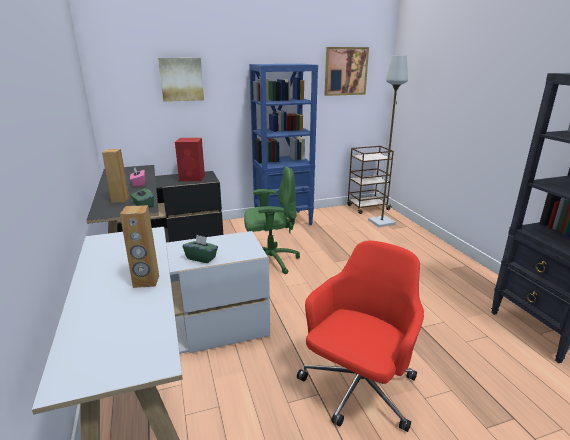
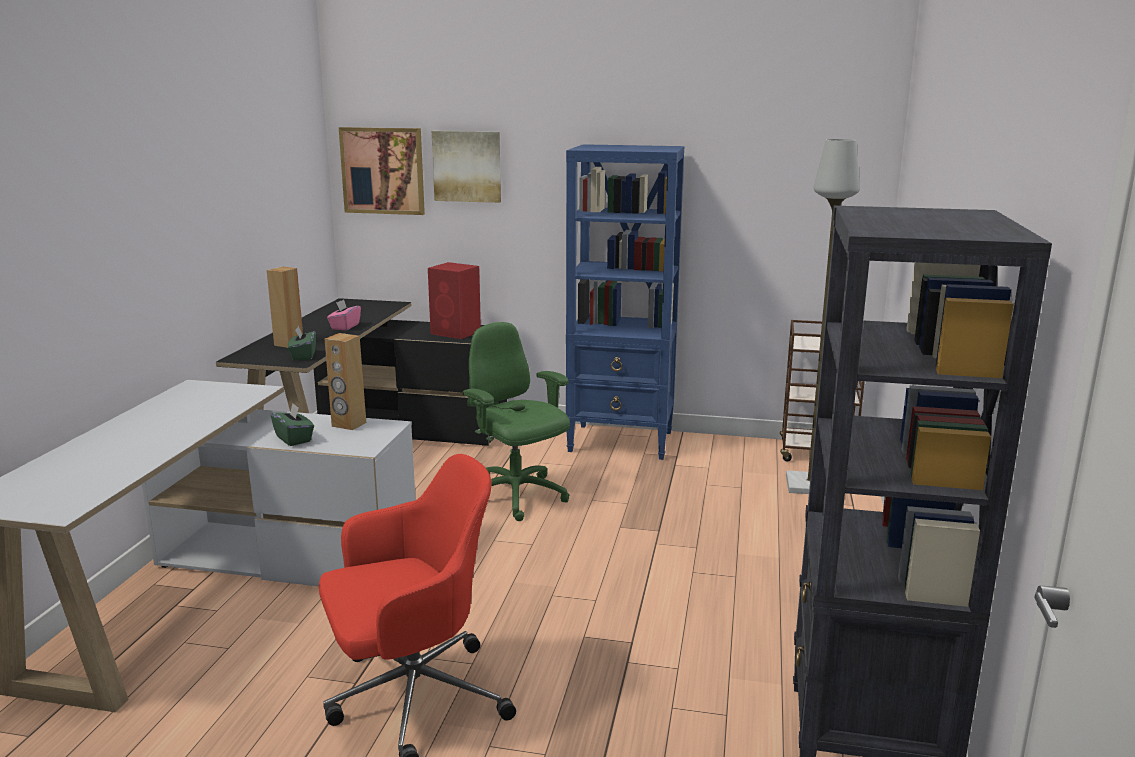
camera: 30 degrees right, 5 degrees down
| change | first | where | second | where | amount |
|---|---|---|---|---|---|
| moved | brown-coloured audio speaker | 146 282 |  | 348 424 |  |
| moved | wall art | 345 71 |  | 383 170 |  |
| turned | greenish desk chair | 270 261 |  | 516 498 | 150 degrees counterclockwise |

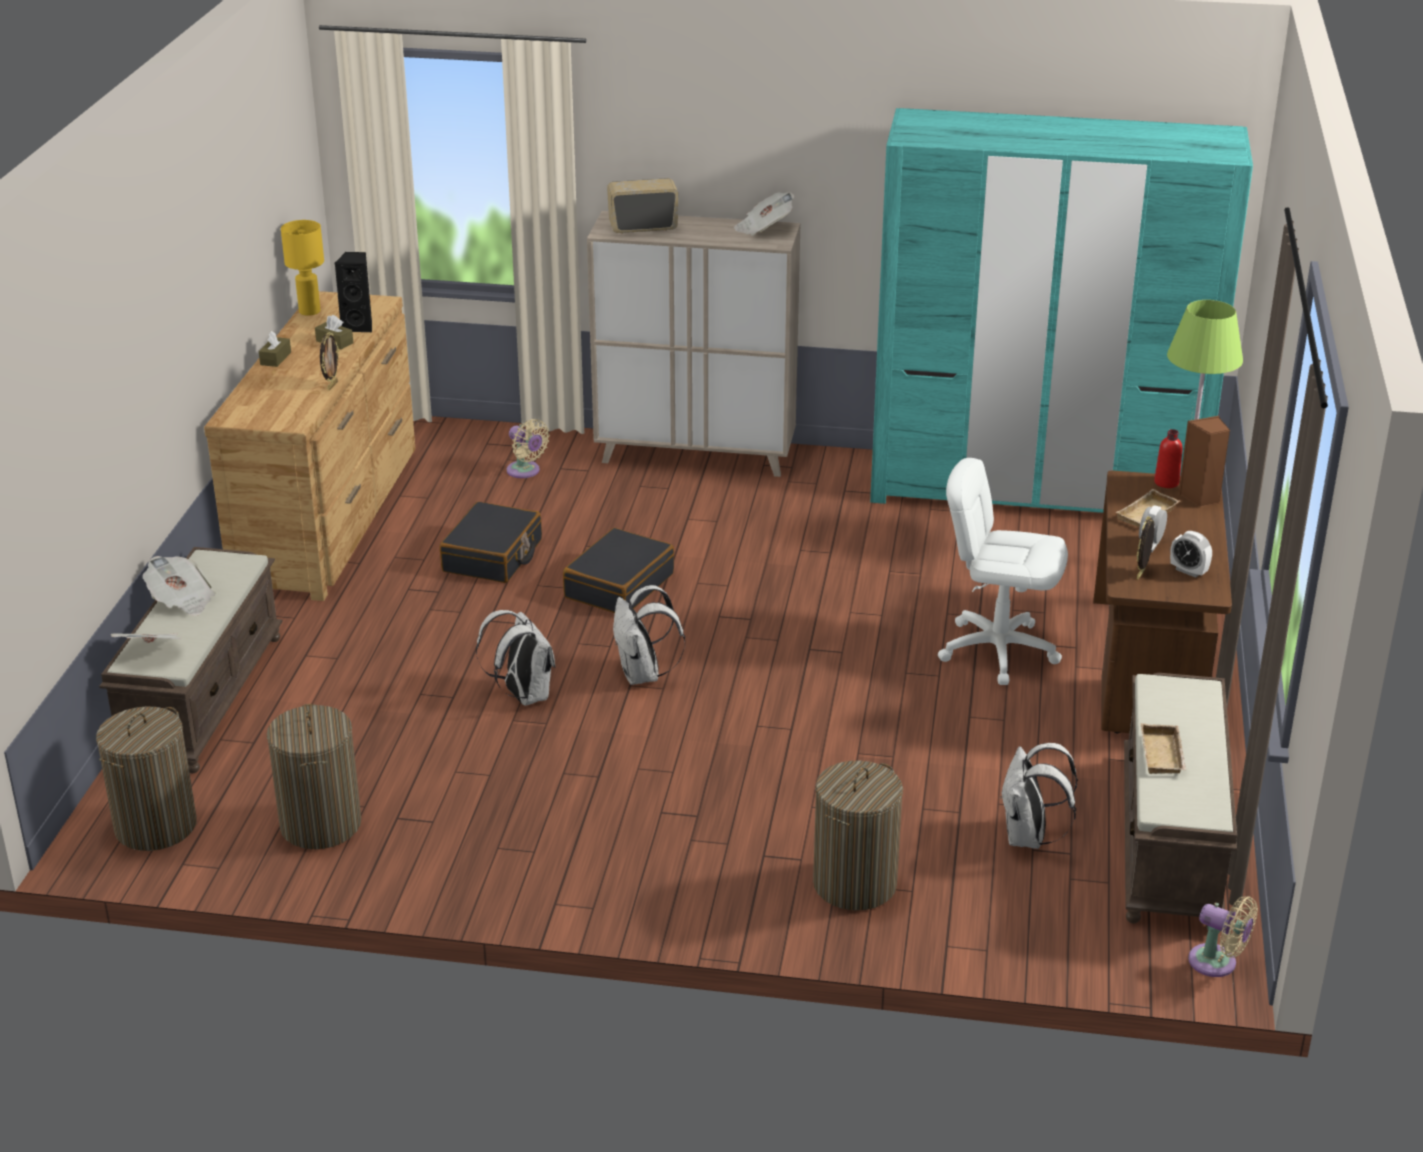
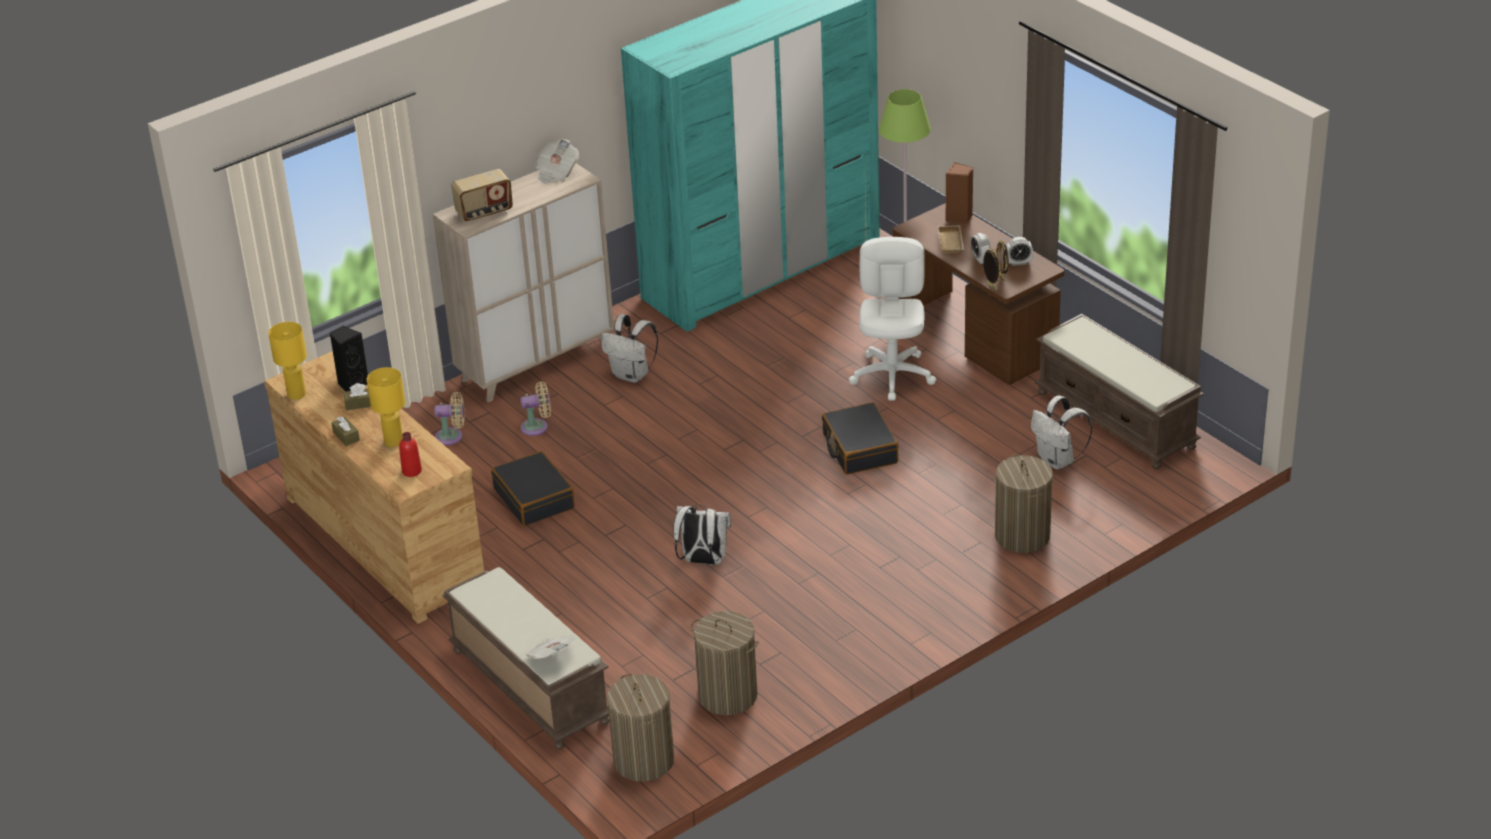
camera: 45 degrees left, 5 degrees up
| change | first | where | second | where | amount |
|---|---|---|---|---|---|
| added |  |  | yellow lamp for a table | 393 441 |  |
| moved | reddish drink bottle | 1166 482 |  | 412 471 |  |
| turned | radio | 643 228 |  | 484 212 | 150 degrees counterclockwise |
| moved | beige electric fan | 1217 963 |  | 537 427 |  |
| moved | whitish backpack | 643 675 |  | 632 375 |  |
| moved | black-coloured piece of luggage | 618 585 |  | 859 449 |  |
| turned | whitish desk chair | 998 650 |  | 893 375 | 120 degrees clockwise |
| moved | picture frame | 332 386 |  | 991 286 |  |
| removed | daily paper | 182 601 |  |  |  |
| removed | beige serving tray | 1164 755 |  |  |  |

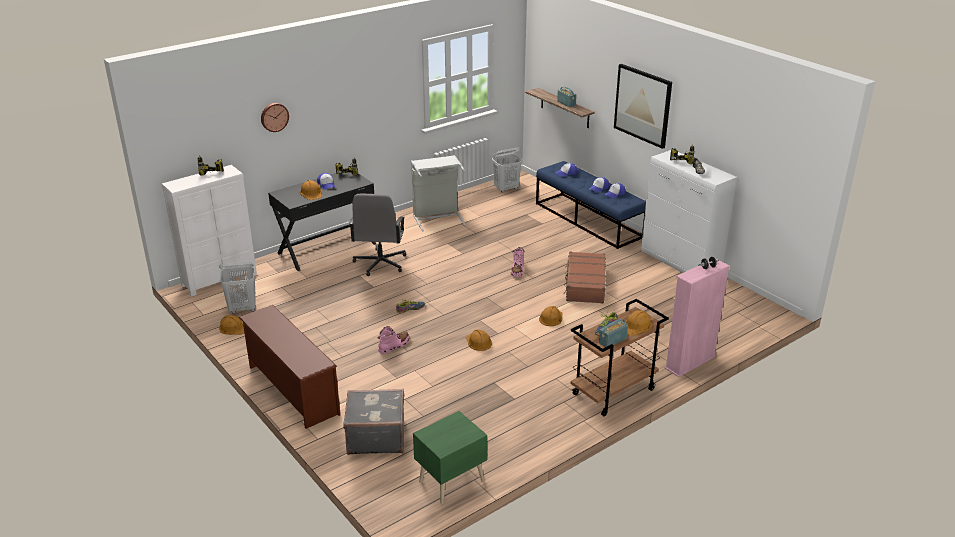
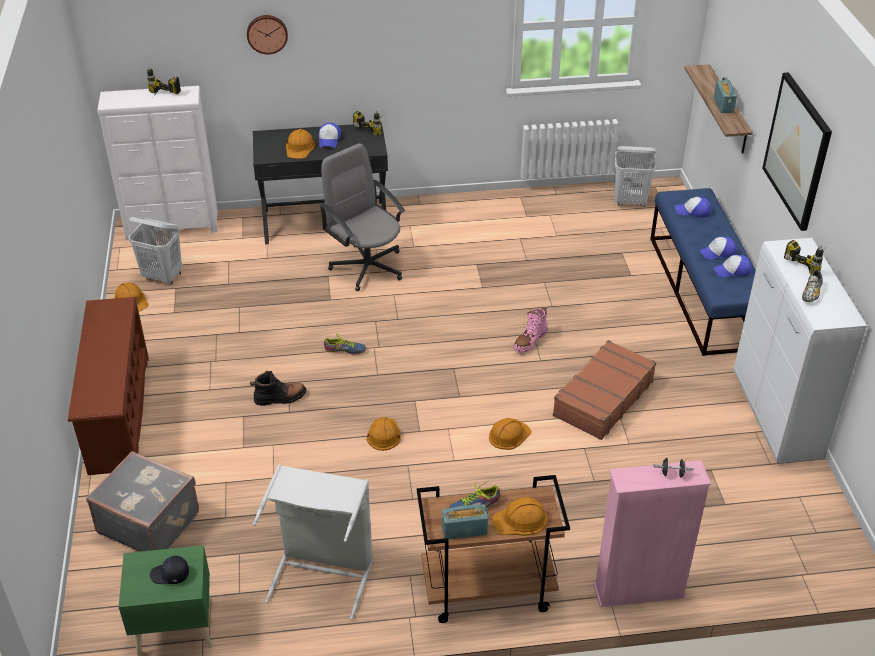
camera: 30 degrees right, 10 degrees up
| change | first | where | second | where | amount |
|---|---|---|---|---|---|
| added |  |  | black-coloured baseball cap | 170 575 |  |
| recoloured | pinkish boot | 394 346 | black-coloured boot | 280 398 |  |
| moved | greyish washing basket | 437 218 |  | 323 572 |  |
| turned | greyish desk chair | 380 263 |  | 367 266 | 105 degrees clockwise |

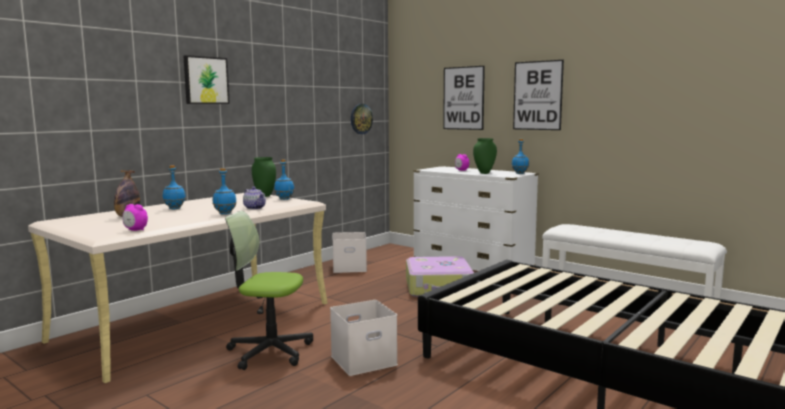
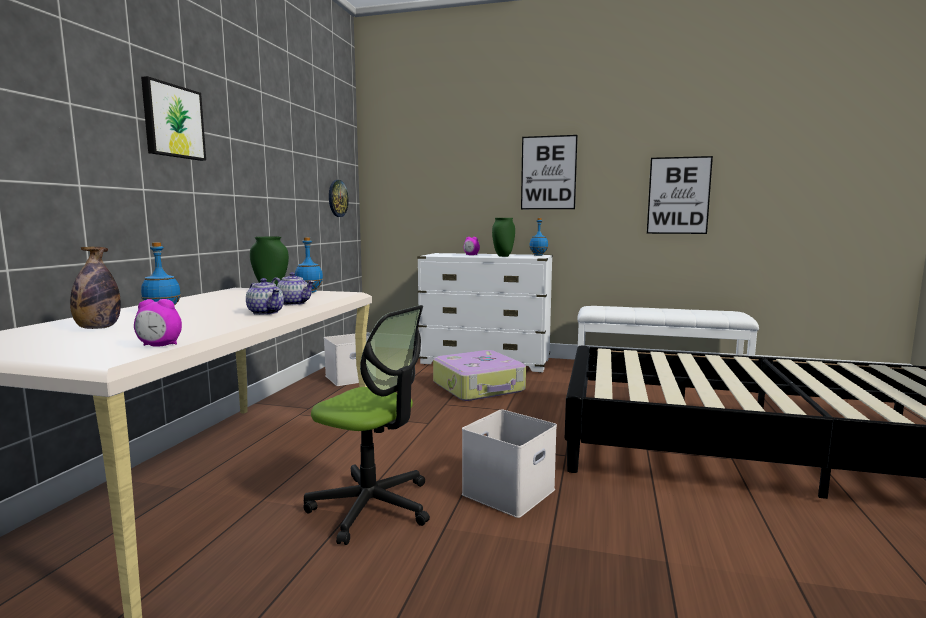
camera: 25 degrees left, 0 degrees up
| change | first | where | second | where | amount |
|---|---|---|---|---|---|
| replaced | bluish drink bottle | 225 213 | teapot | 266 312 |  |
| turned | desk chair | 269 351 |  | 372 507 | 135 degrees counterclockwise |
| moved | wall art | 463 98 |  | 678 195 |  |

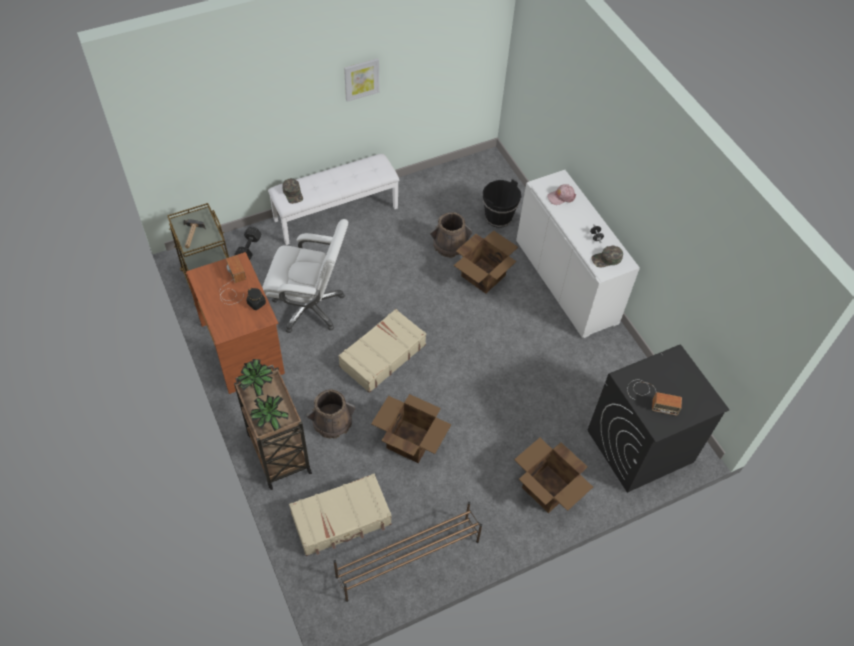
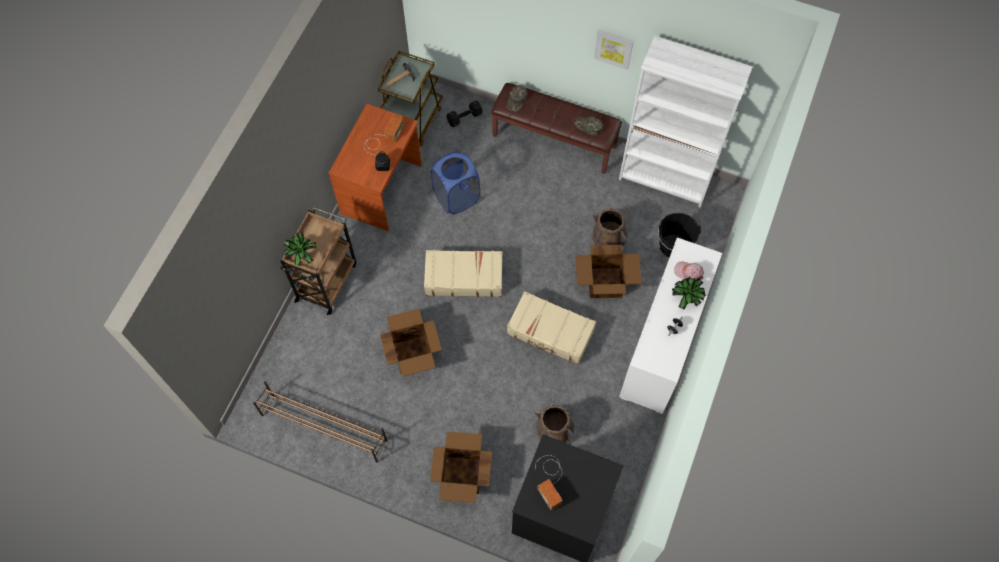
camera: 50 degrees right, 10 degrees up
| change | first | where | second | where | amount |
|---|---|---|---|---|---|
| replaced | whitish desk chair | 310 307 | bluish washing basket | 456 197 |  |
| recoloured | whitish indoor bench | 336 213 | brown-coloured indoor bench | 555 140 |  |
| moved | beige piece of luggage | 341 519 |  | 550 332 |  |
| moved | brown-coloured pail | 332 422 |  | 554 429 |  |
| moved | greenish baseball cap | 606 259 |  | 588 126 |  |
| added |  |  | whitish shelving unit | 665 179 |  |
| moved | plant in a pot | 258 388 |  | 686 300 |  |

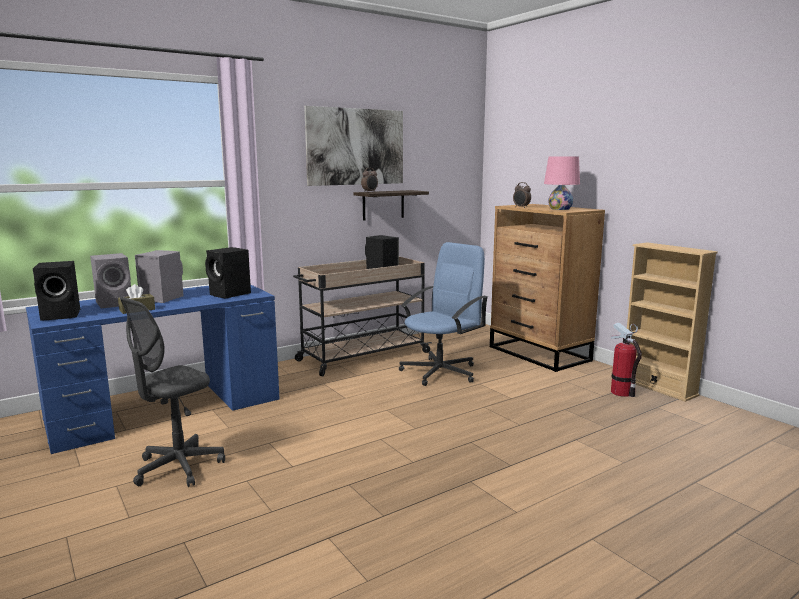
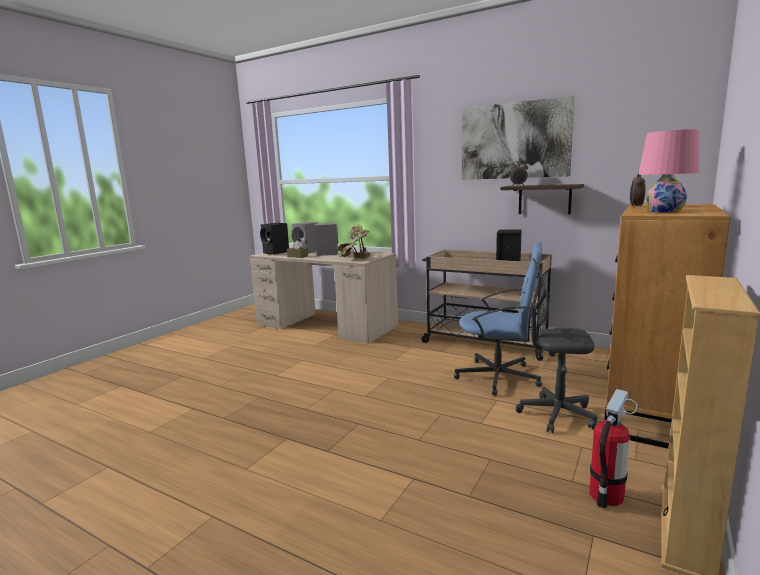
camera: 65 degrees right, 0 degrees up
| change | first | where | second | where | amount |
|---|---|---|---|---|---|
| recoloured | bluish desk | 166 408 | beige desk | 326 325 |  |
| replaced | black-coloured audio speaker | 230 294 | plant in a pot | 354 258 |  |
| moved | greyish desk chair | 178 467 |  | 556 415 |  |

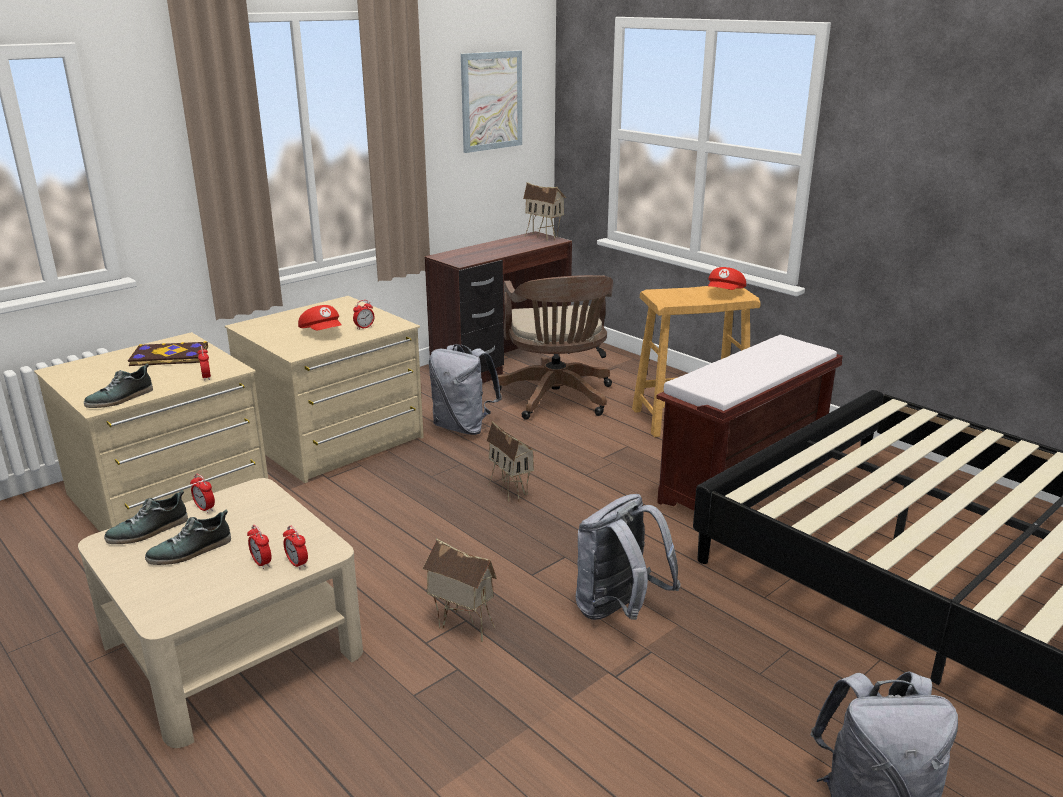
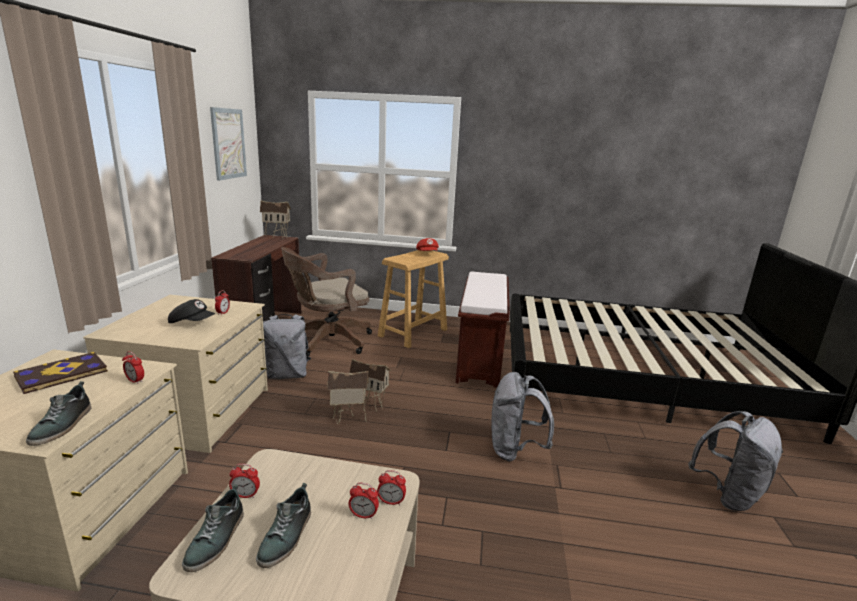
camera: 40 degrees left, 5 degrees down
| change | first | where | second | where | amount |
|---|---|---|---|---|---|
| recoloured | reddish baseball cap | 322 332 | black-coloured baseball cap | 192 323 |  |
| turned | brown-coloured desk chair | 557 399 |  | 327 341 | 105 degrees clockwise |
| moved | model house | 462 627 |  | 348 420 |  |

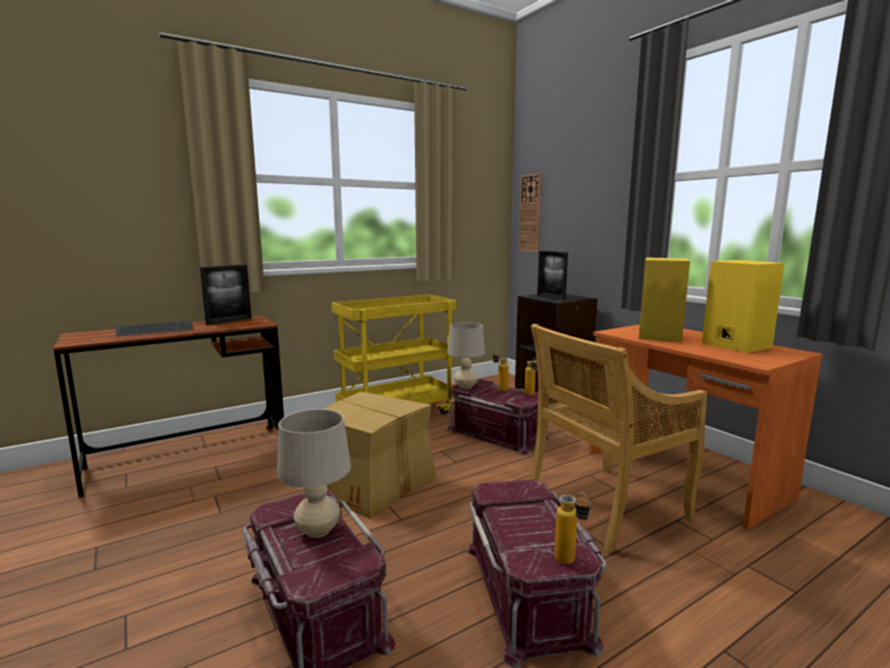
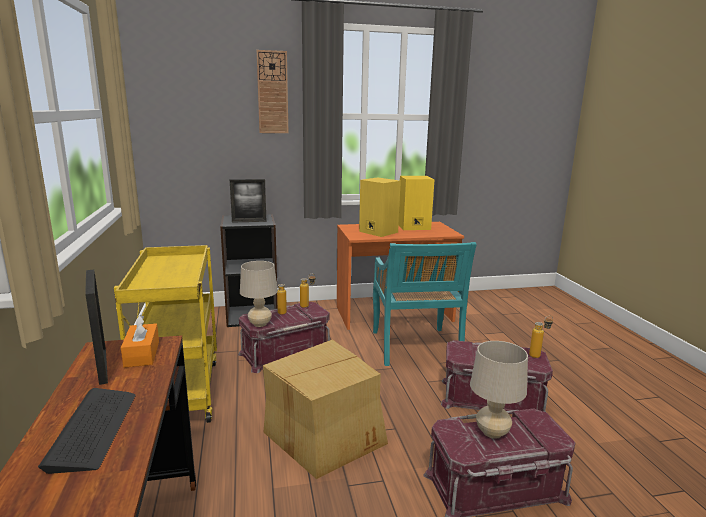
camera: 70 degrees left, 5 degrees up
| change | first | where | second | where | amount |
|---|---|---|---|---|---|
| added |  |  | orangey tissue holder | 142 354 |  |
| moved | hanging clock | 530 213 |  | 272 92 |  |
| recoloured | beige upright chair | 604 505 | turquoise-coloured upright chair | 415 347 |  |

